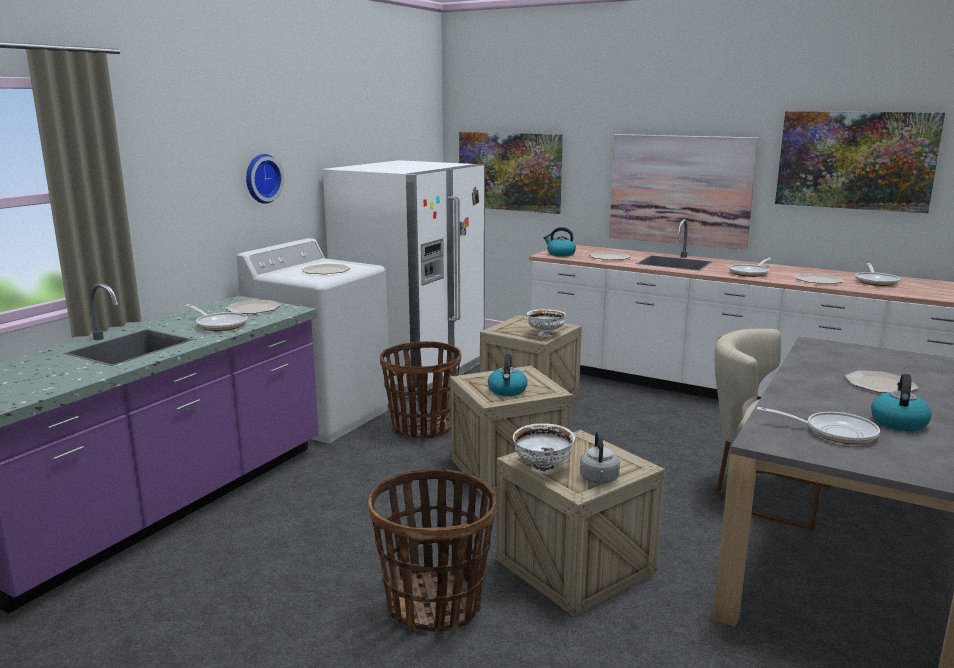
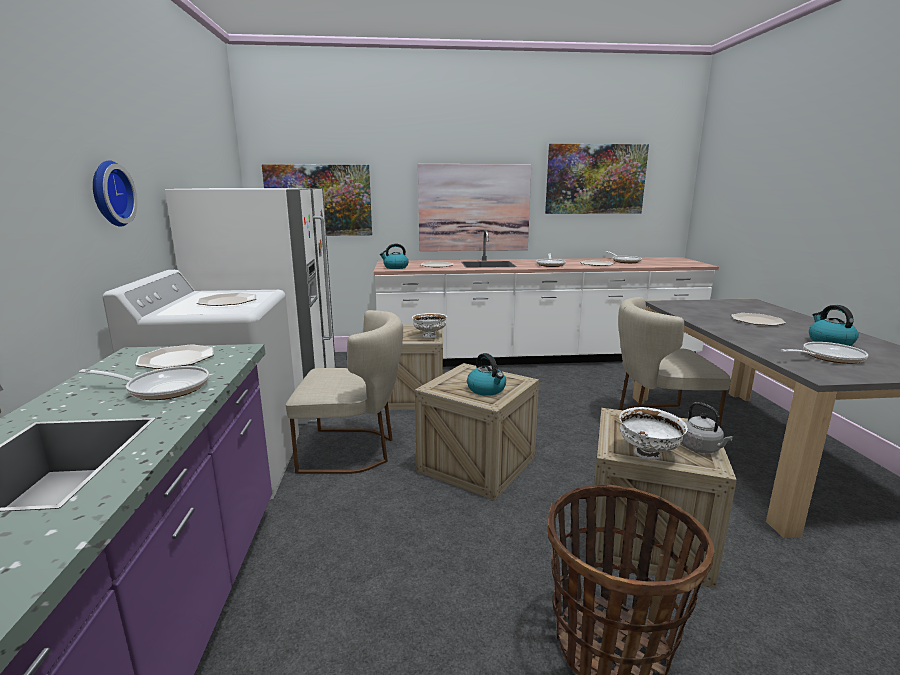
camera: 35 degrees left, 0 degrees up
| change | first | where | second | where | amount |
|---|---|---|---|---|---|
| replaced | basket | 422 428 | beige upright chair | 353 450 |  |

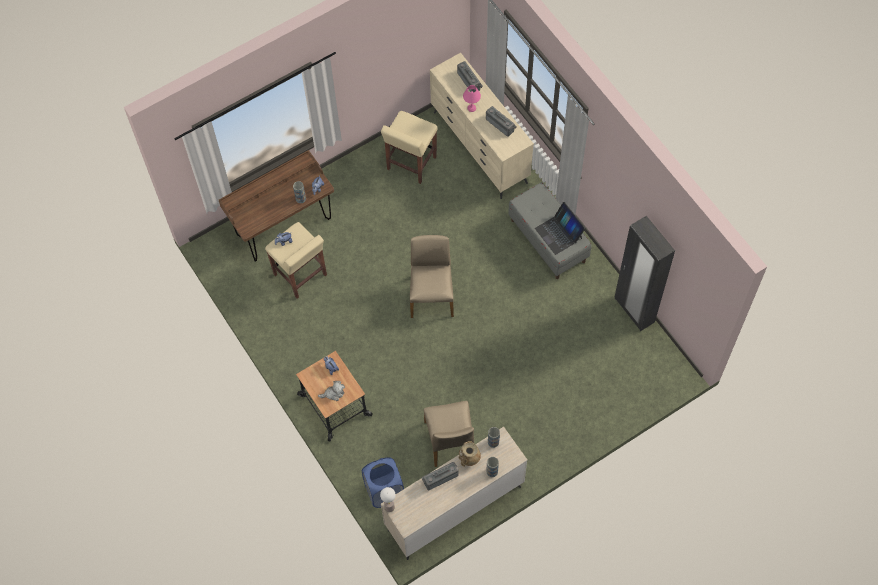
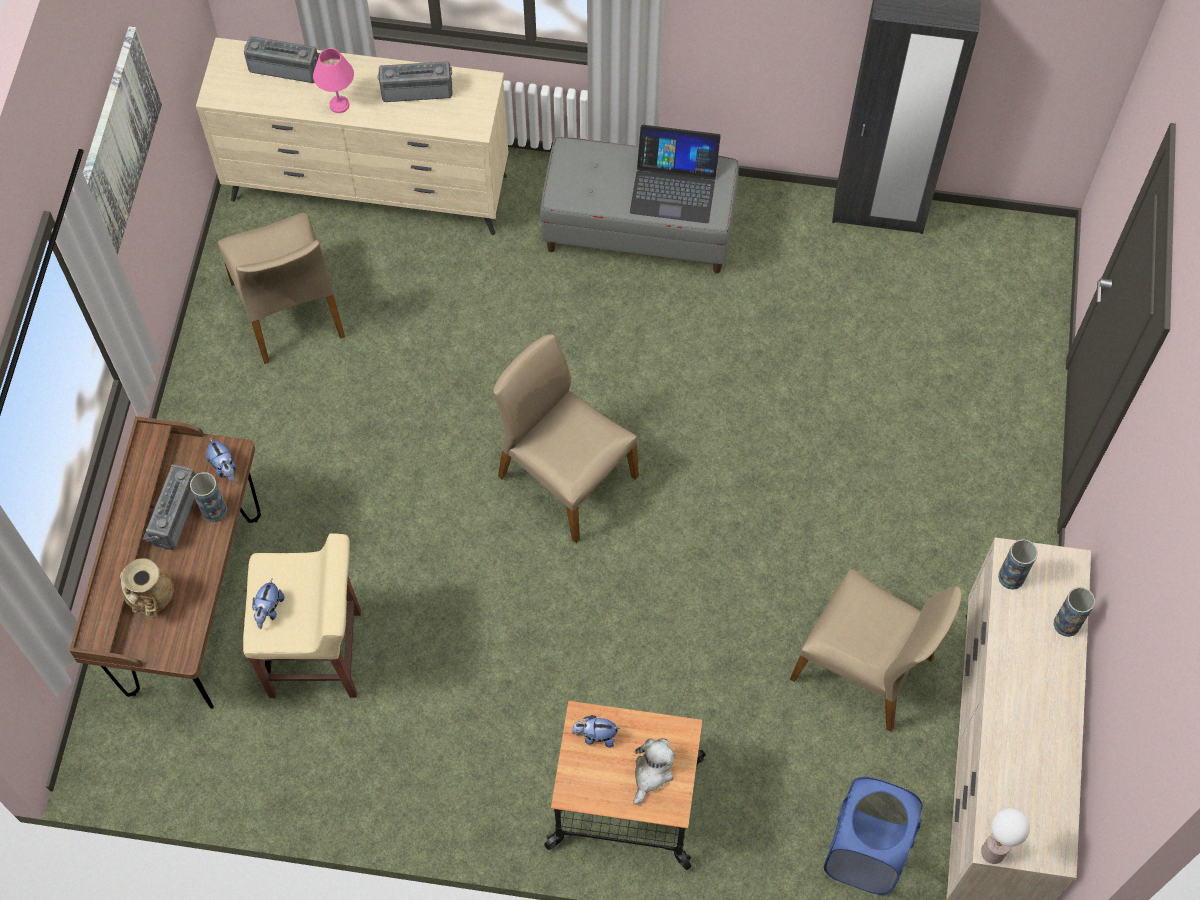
camera: 50 degrees left, 0 degrees up
| change | first | where | second | where | amount |
|---|---|---|---|---|---|
| added |  |  | wall art | 117 146 |  |
| moved | beige vase | 469 459 |  | 152 600 |  |
| moved | radio | 440 477 |  | 172 513 |  |
| replaced | beige stool seat | 411 164 | beige upright chair | 289 310 |  |

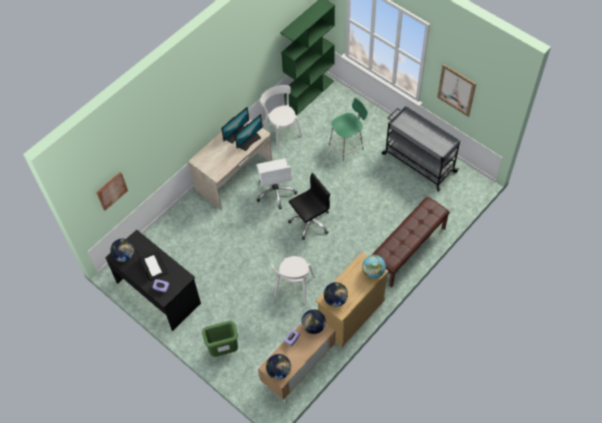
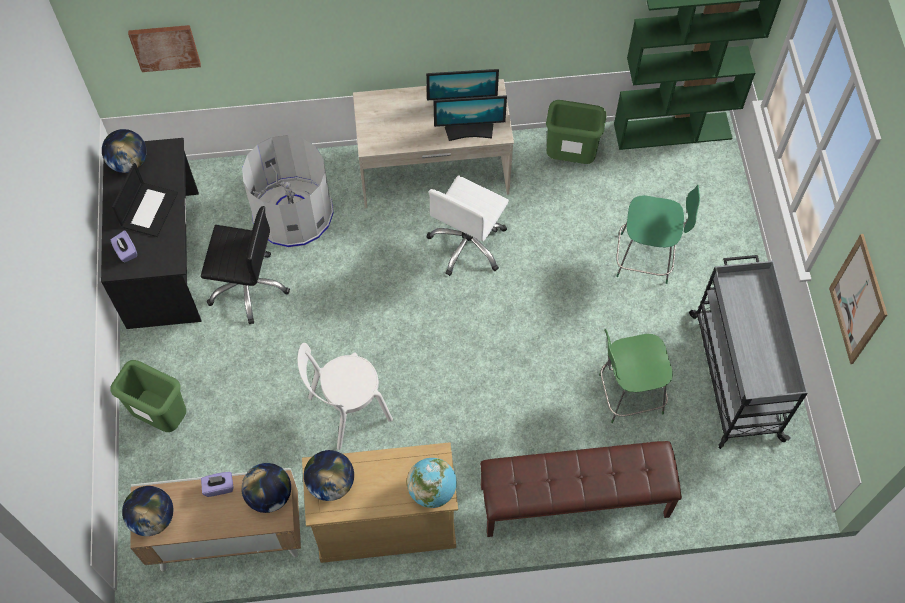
camera: 40 degrees right, 5 degrees up
| change | first | where | second | where | amount |
|---|---|---|---|---|---|
| moved | black-coloured desk chair | 310 222 |  | 248 286 |  |
| added |  |  | greyish trash can | 293 213 |  |
| replaced | whitish upright chair | 281 131 | greenish trash can | 570 158 |  |
| added |  |  | greenish upright chair | 628 394 |  |

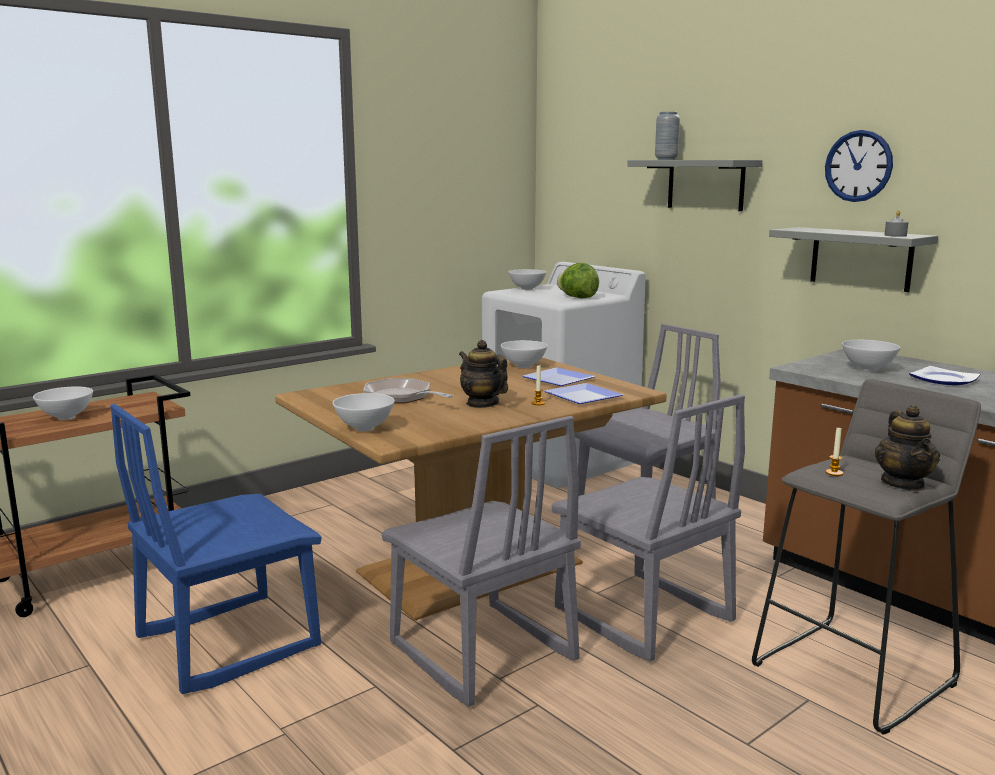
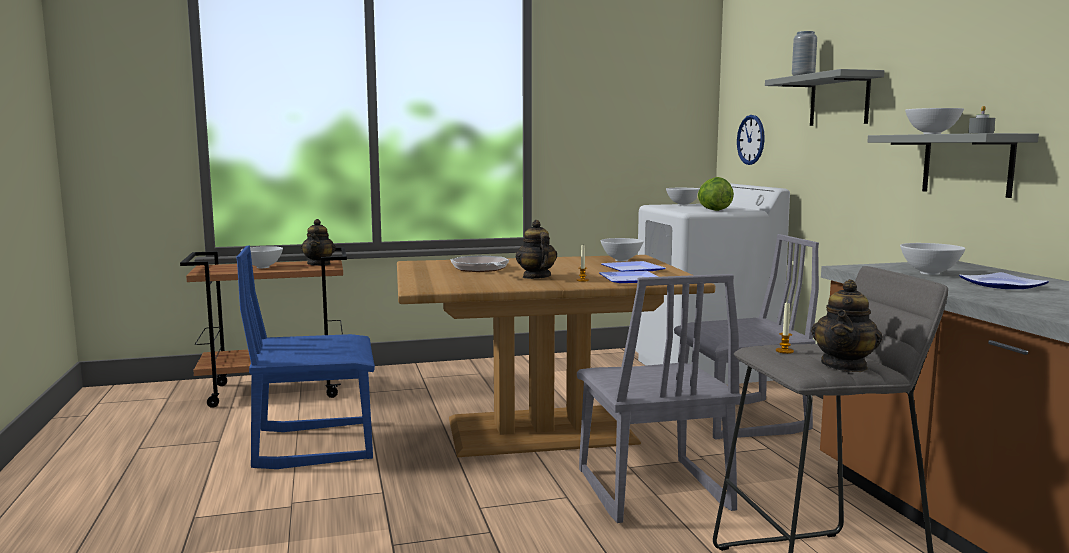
camera: 25 degrees right, 5 degrees down
| change | first | where | second | where | amount |
|---|---|---|---|---|---|
| added |  |  | teapot | 319 264 |  |
| moved | hanging clock | 858 166 |  | 751 140 |  |
| moved | whitish deep dish | 365 428 |  | 932 134 |  |
| removed | greyish upright chair | 481 653 |  |  |  |

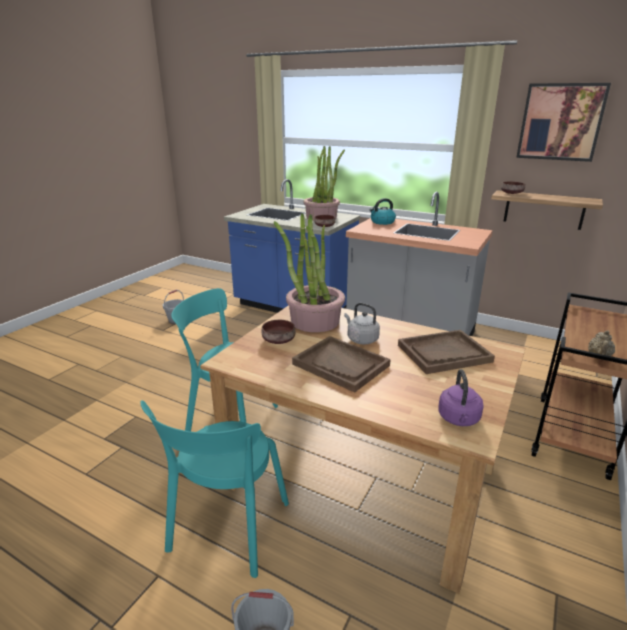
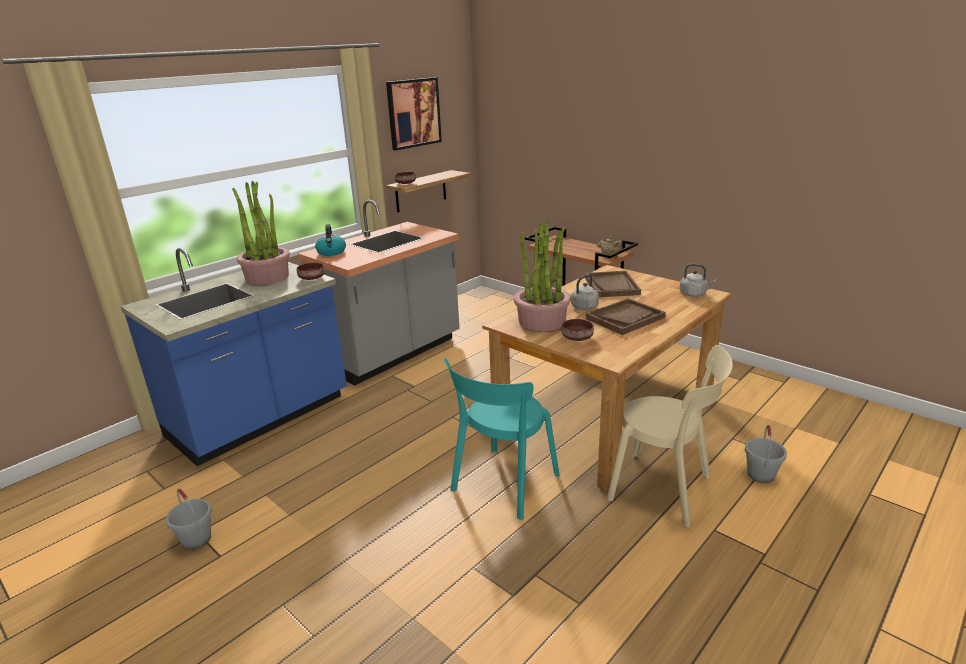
camera: 75 degrees left, 0 degrees up
| change | first | where | second | where | amount |
|---|---|---|---|---|---|
| recoloured | turquoise-coloured upright chair | 227 530 | beige upright chair | 665 489 |  |
| recoloured | purple-coloured kettle | 459 419 | greyish kettle | 694 294 |  |

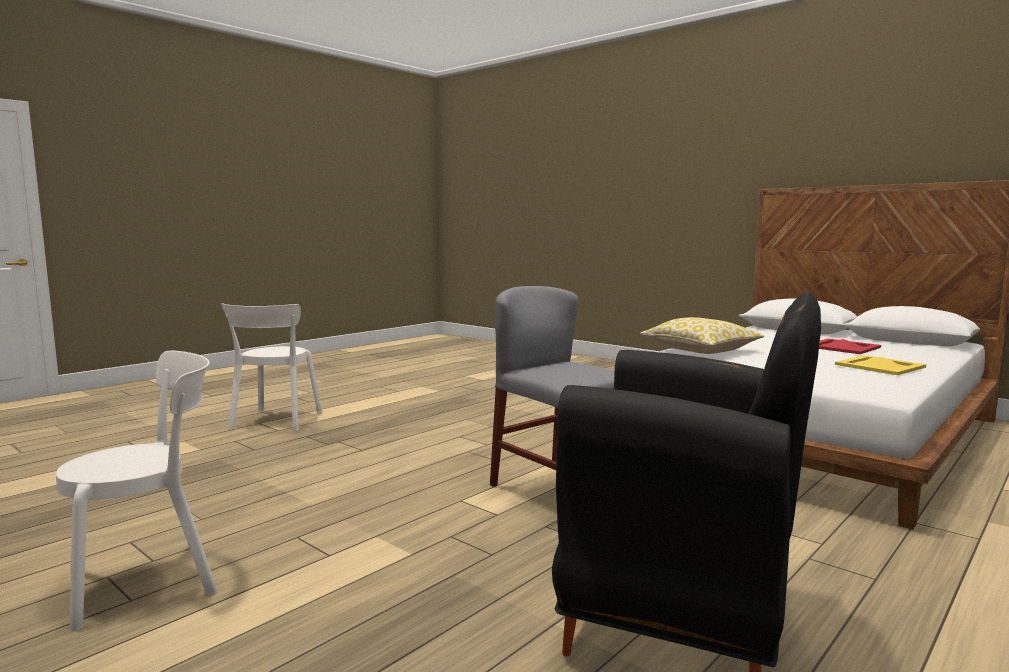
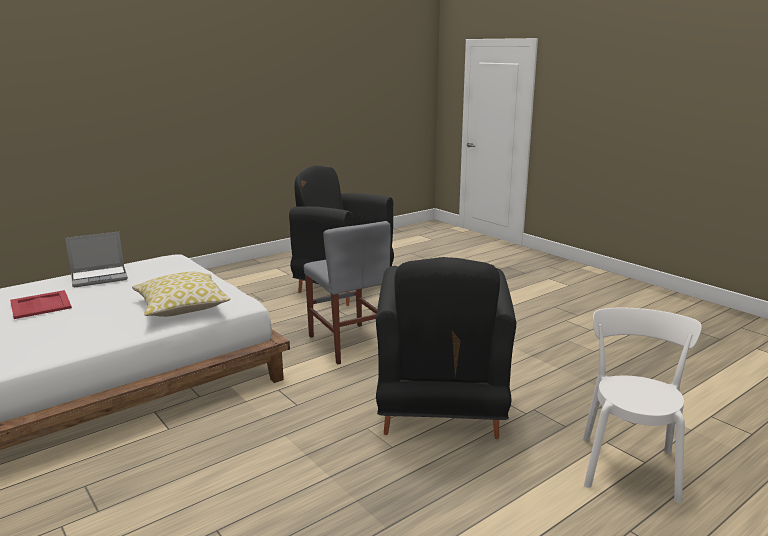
camera: 170 degrees left, 10 degrees up
| change | first | where | second | where | amount |
|---|---|---|---|---|---|
| replaced | yellow serving tray | 880 366 | portable computer | 100 277 |  |
| added |  |  | black-coloured easy chair | 440 412 |  |
| removed | whitish upright chair | 152 579 |  |  |  |

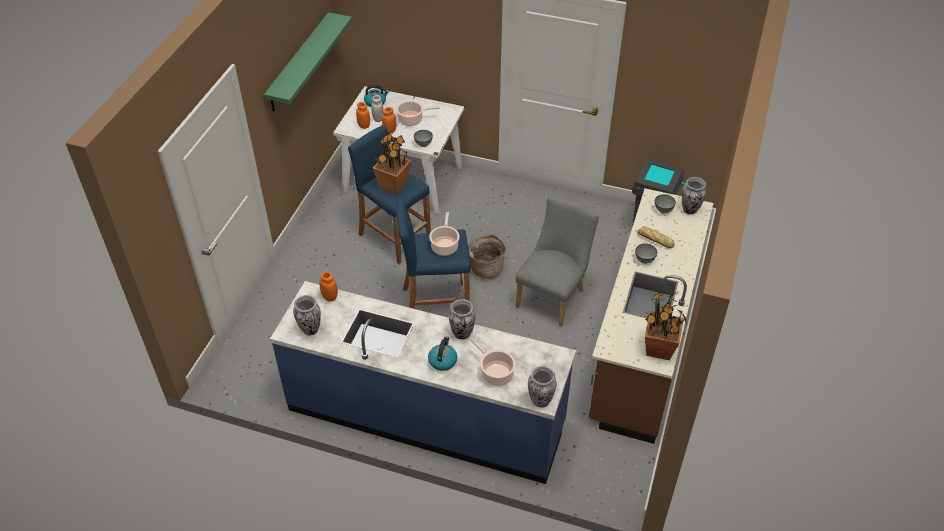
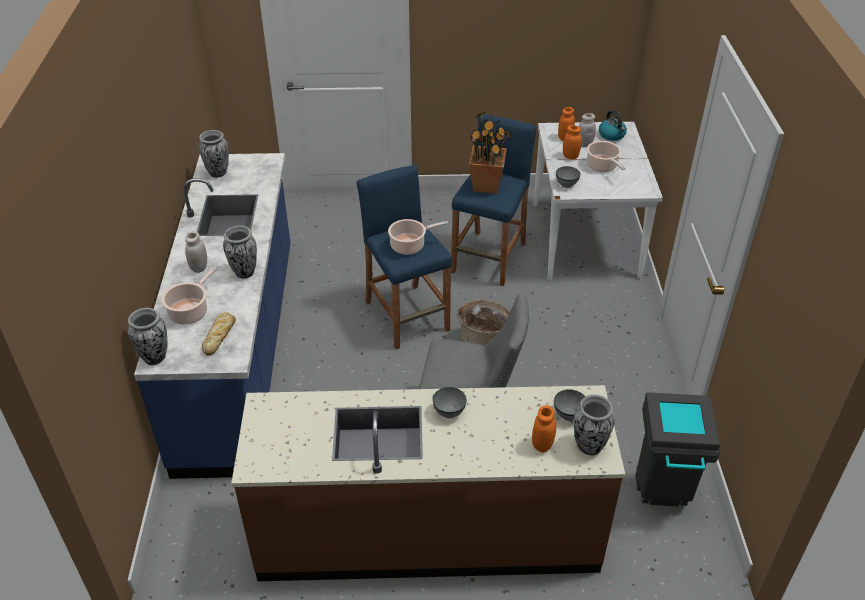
camera: 70 degrees right, 5 degrees down
| change | first | where | second | where | amount |
|---|---|---|---|---|---|
| replaced | kettle | 442 360 | whitish storage jar | 199 268 |  |
| moved | bread | 654 239 |  | 220 336 |  |
| moved | orangey storage jar | 330 297 |  | 542 445 |  |
| removed | greenish shelf | 299 62 |  |  |  |
| removed | plant in a pot | 659 349 |  |  |  |

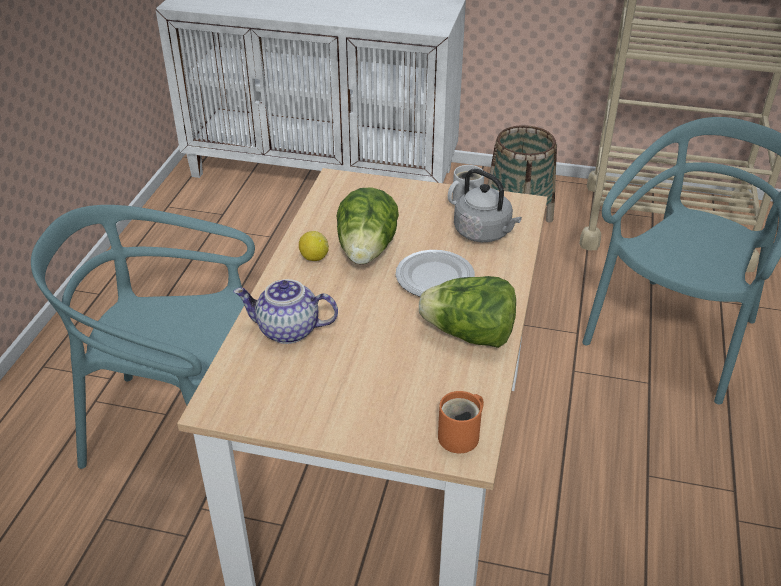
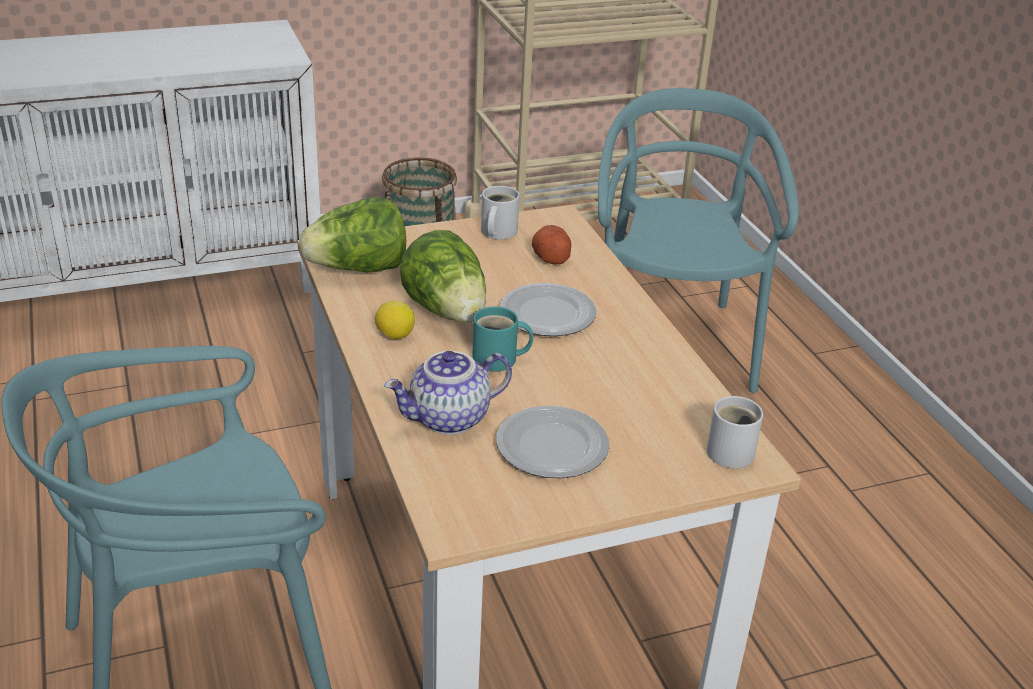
camera: 35 degrees left, 5 degrees down
| change | first | where | second | where | amount |
|---|---|---|---|---|---|
| moved | head of lettuce | 469 335 |  | 358 269 |  |
| added |  |  | turquoise-coloured coffee mug | 499 360 |  |
| added |  |  | plate | 553 448 |  |
| replaced | greyish kettle | 484 233 | spud | 550 256 |  |
| recoloured | orangey coffee mug | 462 436 | whitish coffee mug | 732 450 |  |

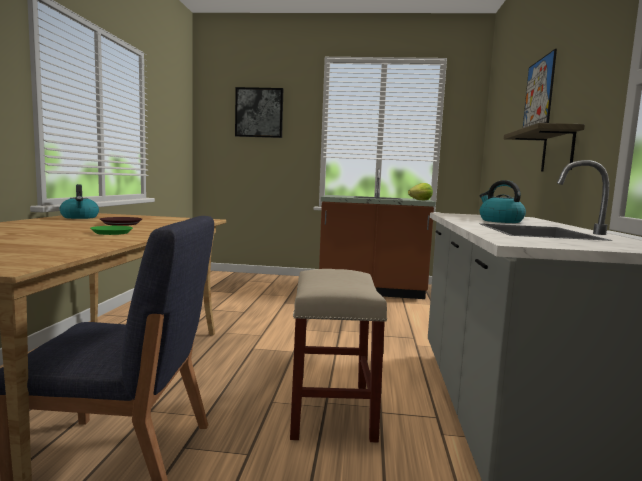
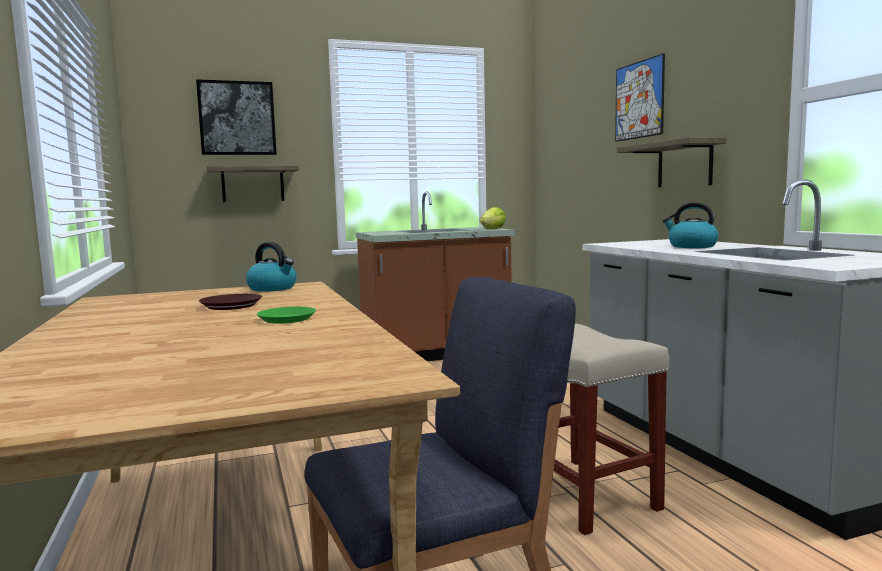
camera: 25 degrees left, 0 degrees up
| change | first | where | second | where | amount |
|---|---|---|---|---|---|
| added |  |  | shelf | 253 184 |  |
| moved | kettle | 80 217 |  | 273 288 |  |

